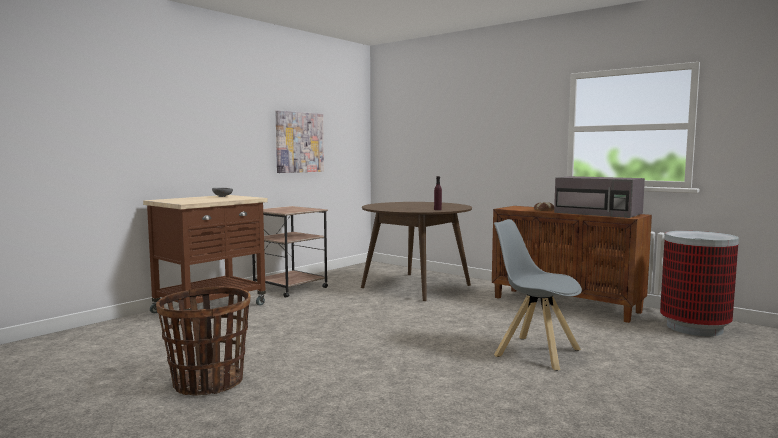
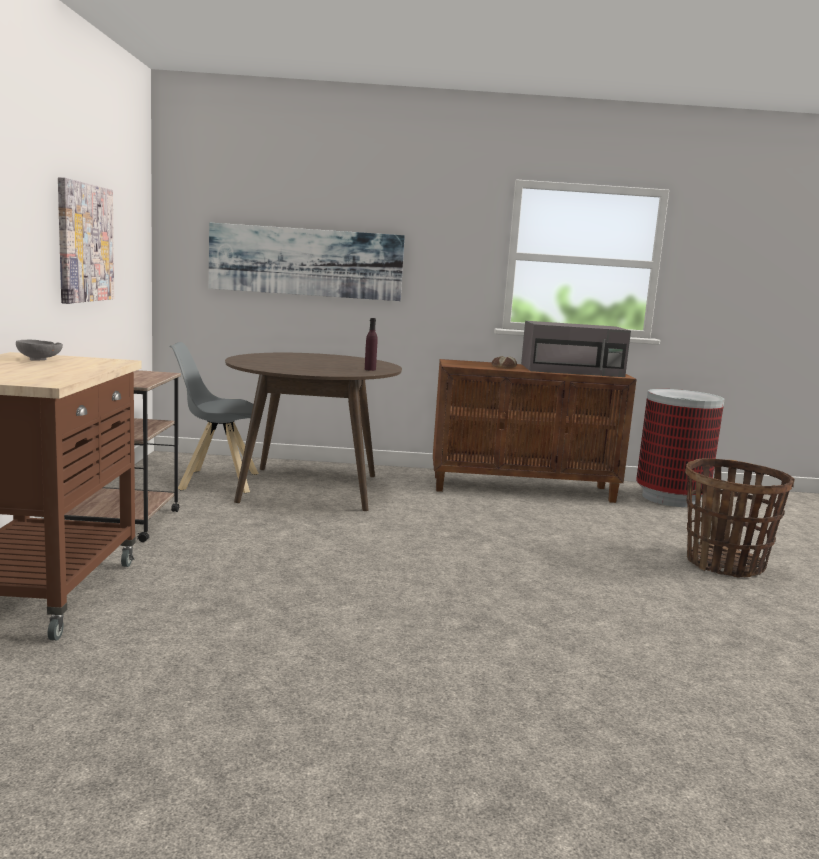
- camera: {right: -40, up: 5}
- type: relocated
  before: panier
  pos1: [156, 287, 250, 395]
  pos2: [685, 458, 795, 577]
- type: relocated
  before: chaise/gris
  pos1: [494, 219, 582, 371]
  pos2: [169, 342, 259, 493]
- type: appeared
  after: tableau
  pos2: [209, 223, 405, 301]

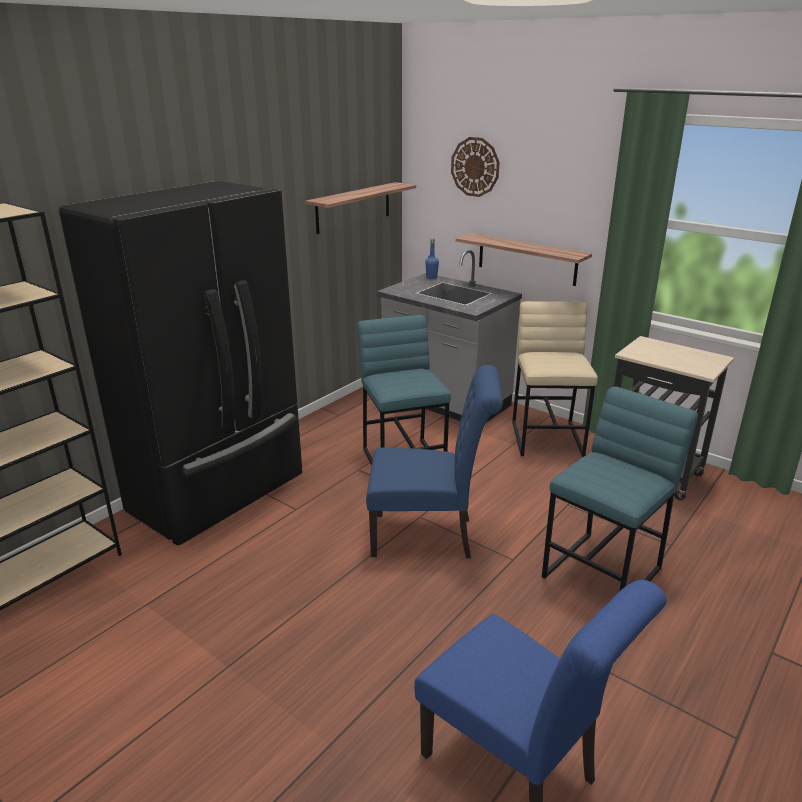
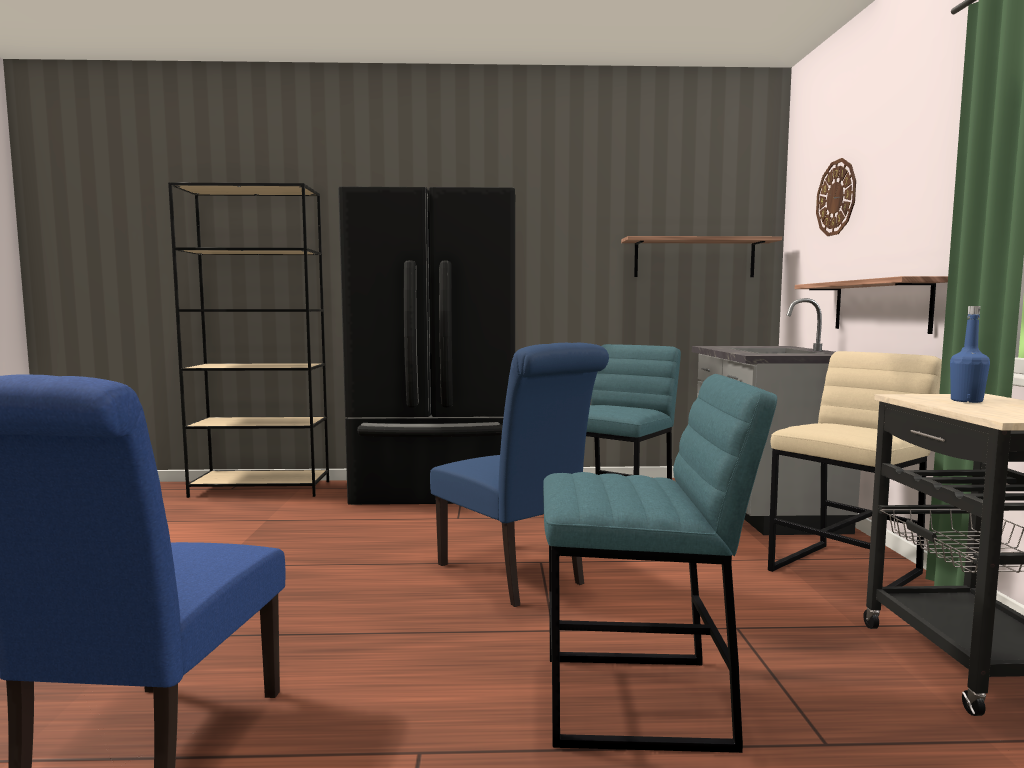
- camera: {right: 50, up: -20}
- type: relocated
  before: bouteille/bleu
  pos1: [425, 238, 439, 279]
  pos2: [950, 306, 990, 403]

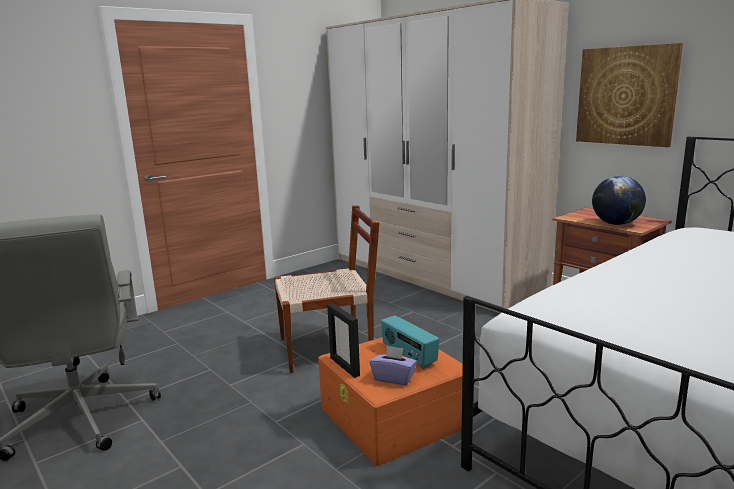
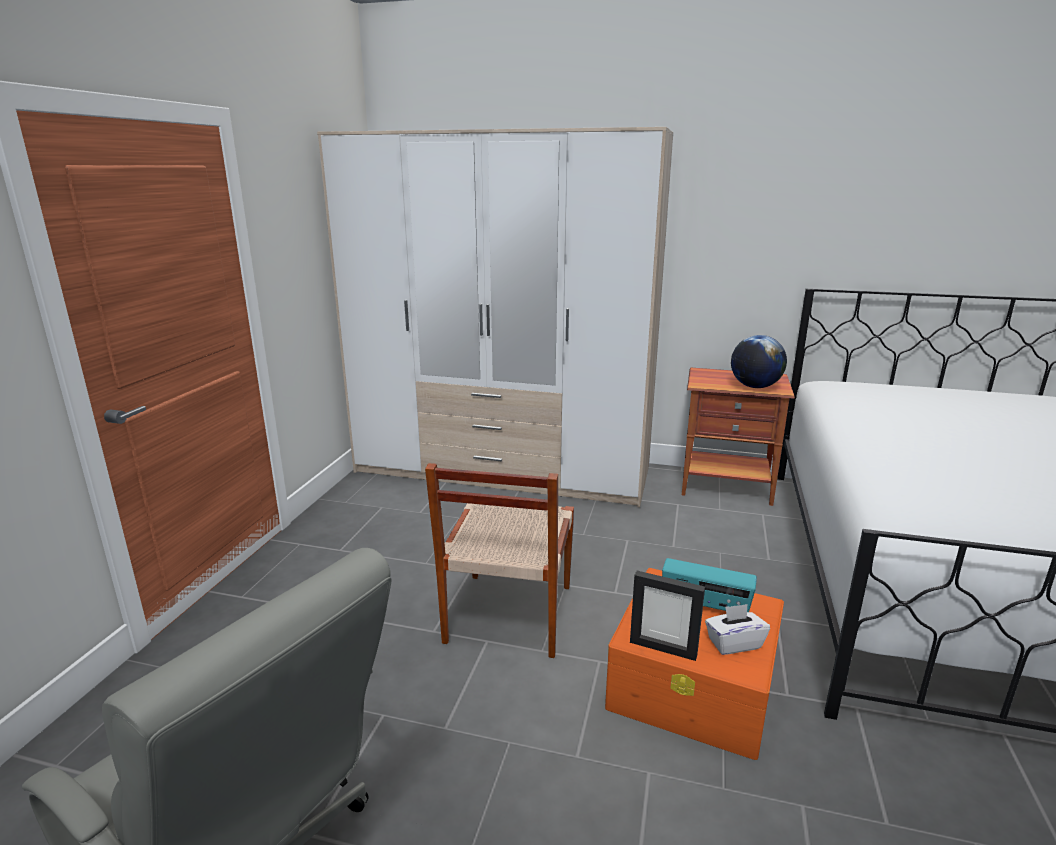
- camera: {right: -35, up: 5}
- type: spun
  before: chaise
  pos1: [274, 205, 379, 373]
  pos2: [425, 463, 574, 658]
  turn: 150
- type: colour
  before: boîte à mouchoirs/violet
  after: boîte à mouchoirs/blanc
  pos1: [370, 346, 417, 385]
  pos2: [705, 604, 770, 655]
- type: missing
  before: tableau
  pos1: [576, 43, 683, 147]

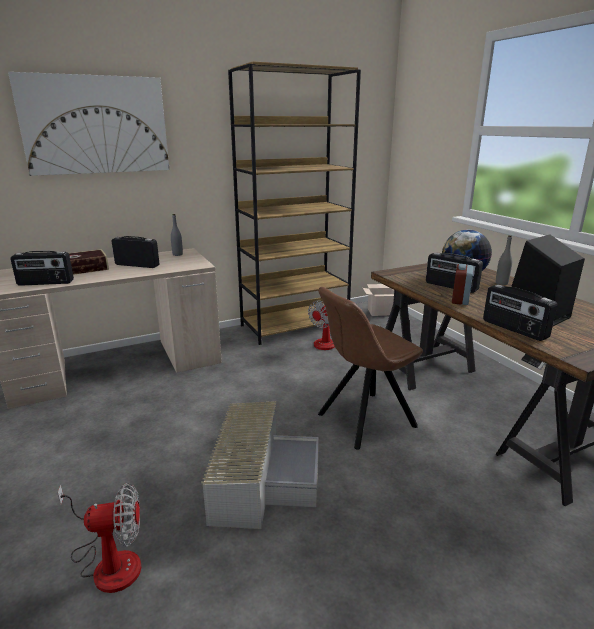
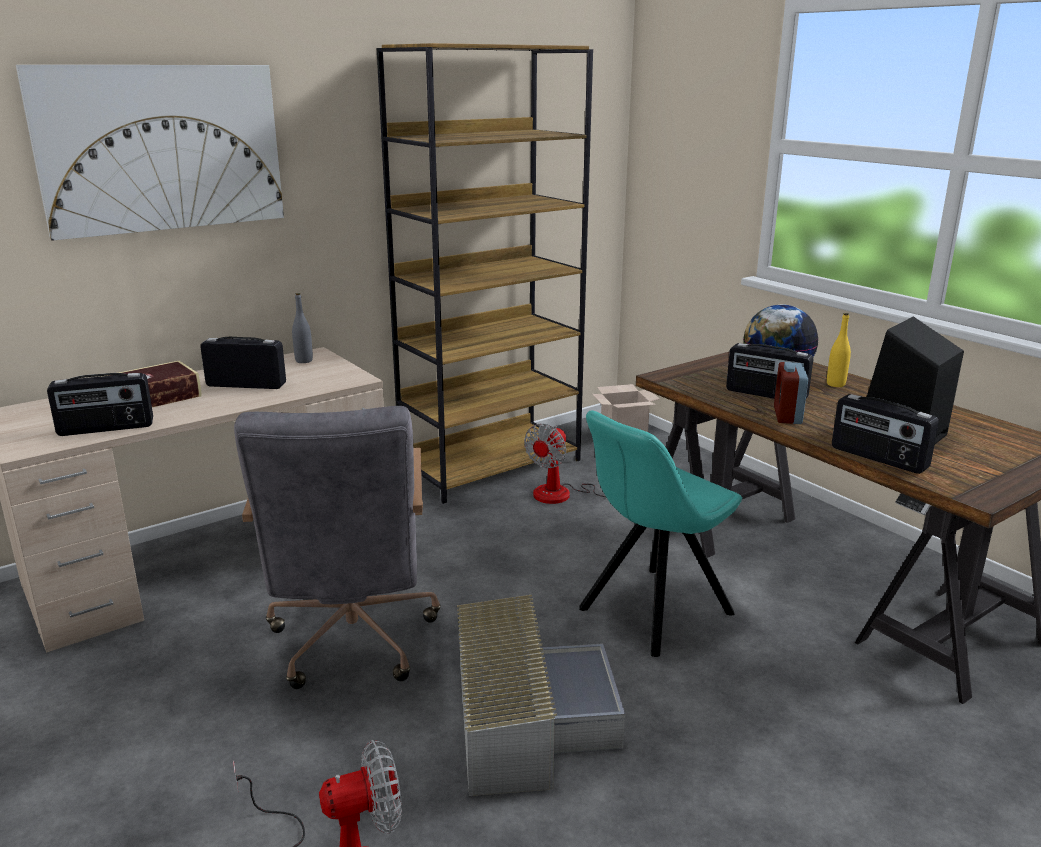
- camera: {right: -10, up: 0}
- type: colour
  before: chaise/marron
  after: chaise/turquoise
  pos1: [318, 287, 423, 450]
  pos2: [579, 411, 742, 657]
- type: colour
  before: bouteille/gris
  after: bouteille/jaune
  pos1: [496, 235, 512, 285]
  pos2: [827, 313, 851, 387]
- type: appeared
  after: chaise de bureau/gris
  pos2: [234, 406, 441, 689]

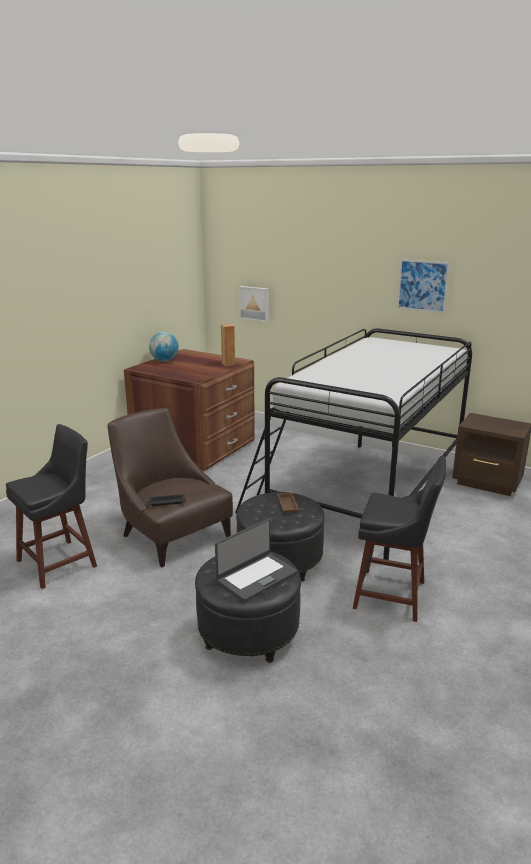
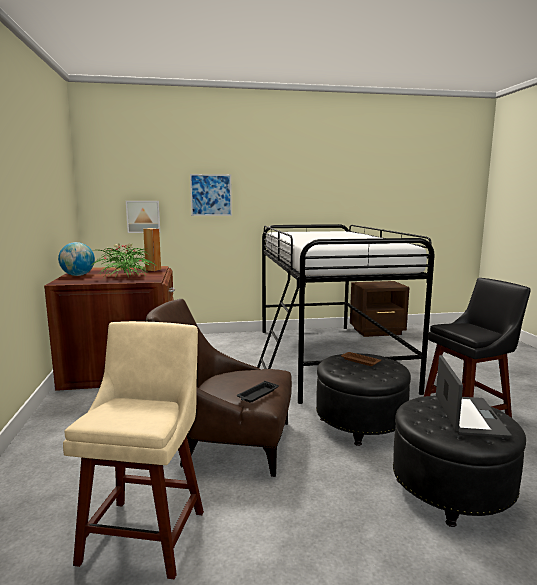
- camera: {right: -40, up: -10}
- type: colour
  before: chaise/noir
  after: chaise/beige
  pos1: [6, 424, 97, 589]
  pos2: [63, 321, 204, 579]
- type: relocated
  before: tableau
  pos1: [397, 259, 450, 313]
  pos2: [190, 174, 232, 216]
- type: appeared
  after: plante en pot
  pos2: [89, 243, 155, 278]

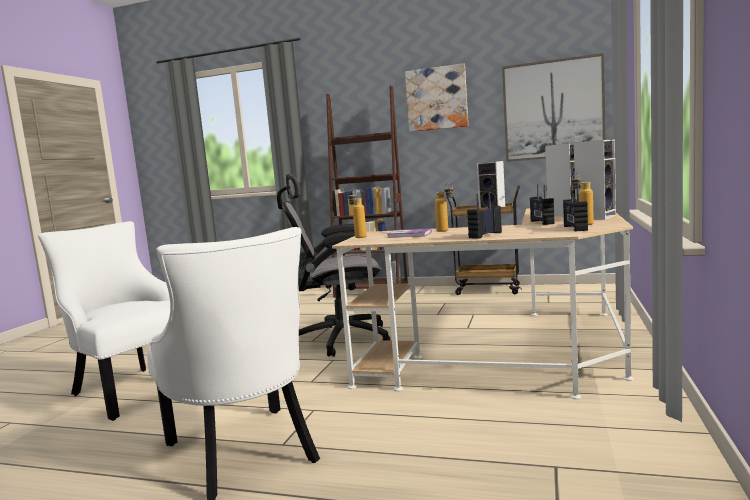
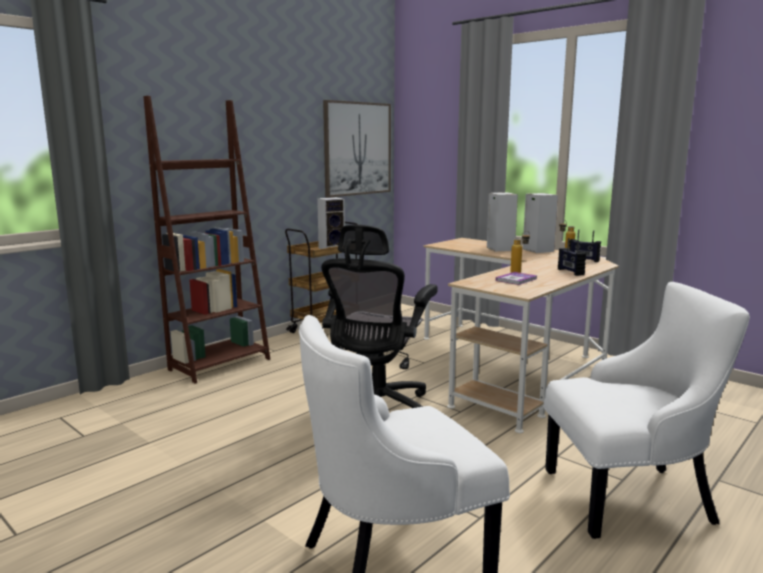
- camera: {right: -65, up: 5}
- type: missing
  before: bouteille
  pos1: [348, 190, 367, 238]
- type: missing
  before: tableau
  pos1: [405, 63, 468, 132]
- type: missing
  before: radio
  pos1: [530, 184, 555, 225]

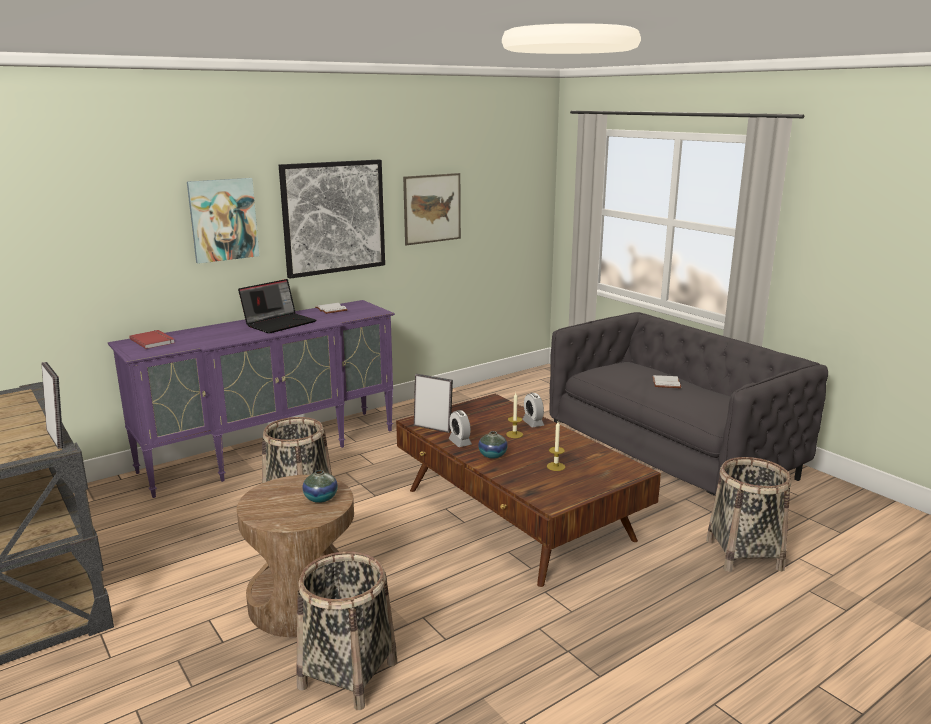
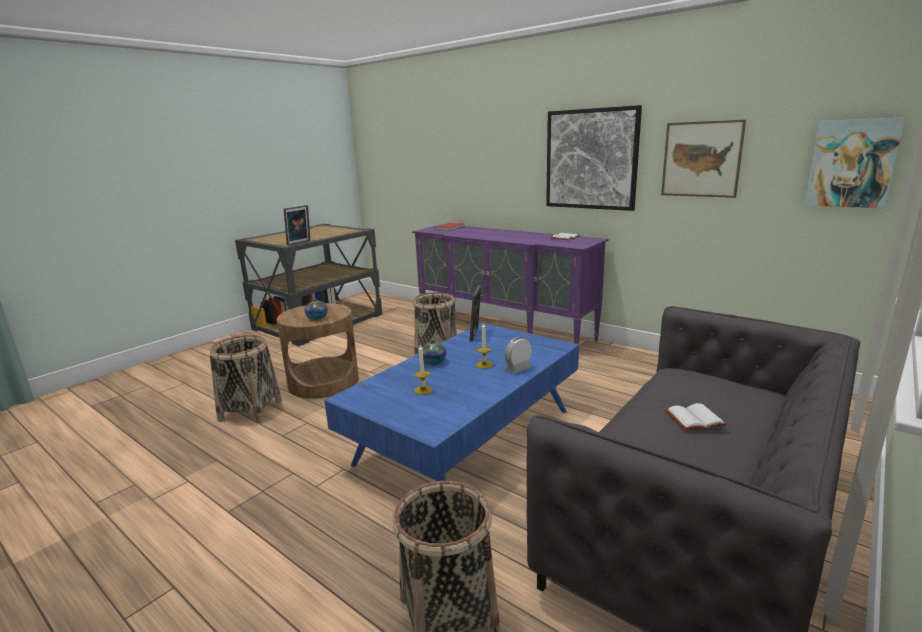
- camera: {right: 75, up: 0}
- type: relocated
  before: tableau
  pos1: [187, 178, 259, 264]
  pos2: [804, 117, 906, 209]
- type: missing
  before: ordinateur portable
  pos1: [238, 279, 316, 334]
- type: colour
  before: table basse/marron
  after: table basse/bleu
  pos1: [396, 394, 661, 587]
  pos2: [324, 323, 579, 481]
- type: missing
  before: réveil
  pos1: [448, 410, 472, 447]

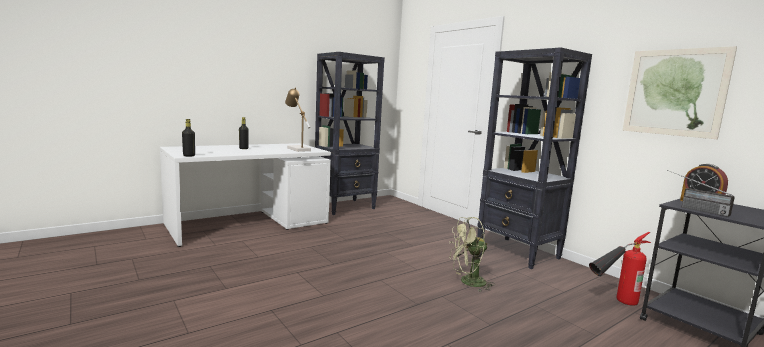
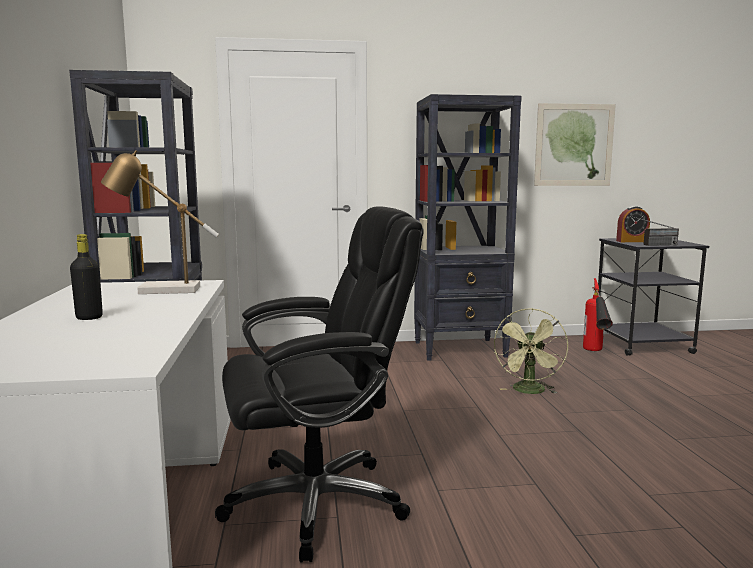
- camera: {right: -60, up: 0}
- type: missing
  before: bouteille/noir
  pos1: [182, 119, 195, 157]
- type: appeared
  after: chaise de bureau/noir
  pos2: [215, 207, 424, 563]

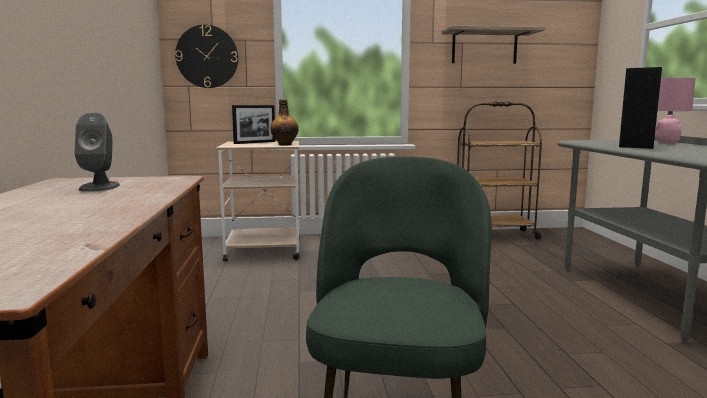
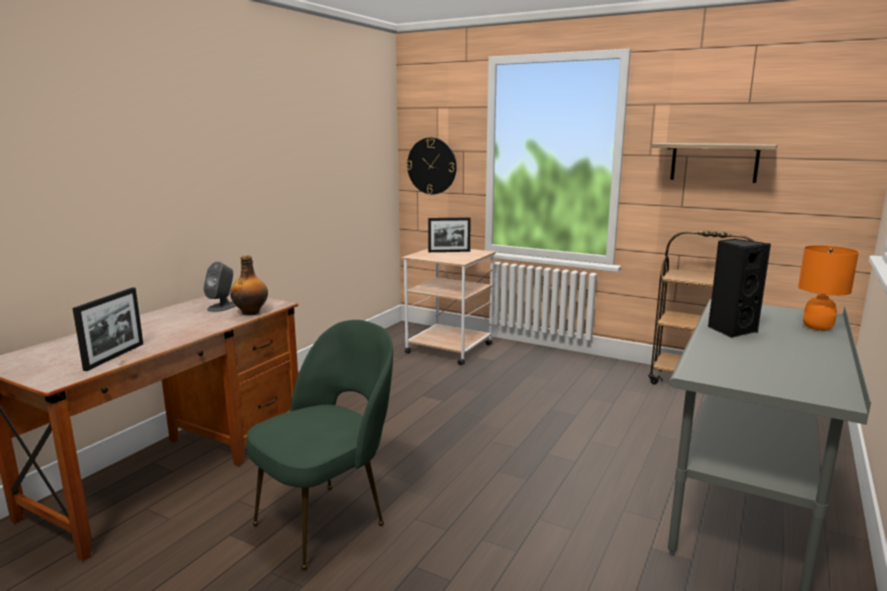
- camera: {right: 35, up: 5}
- type: relocated
  before: bouteille
  pos1: [270, 99, 299, 145]
  pos2: [230, 255, 268, 316]
- type: colour
  before: lampe de table/rose
  after: lampe de table/orange
  pos1: [655, 77, 696, 144]
  pos2: [798, 245, 859, 331]
- type: appeared
  after: cadre photo
  pos2: [73, 288, 143, 371]

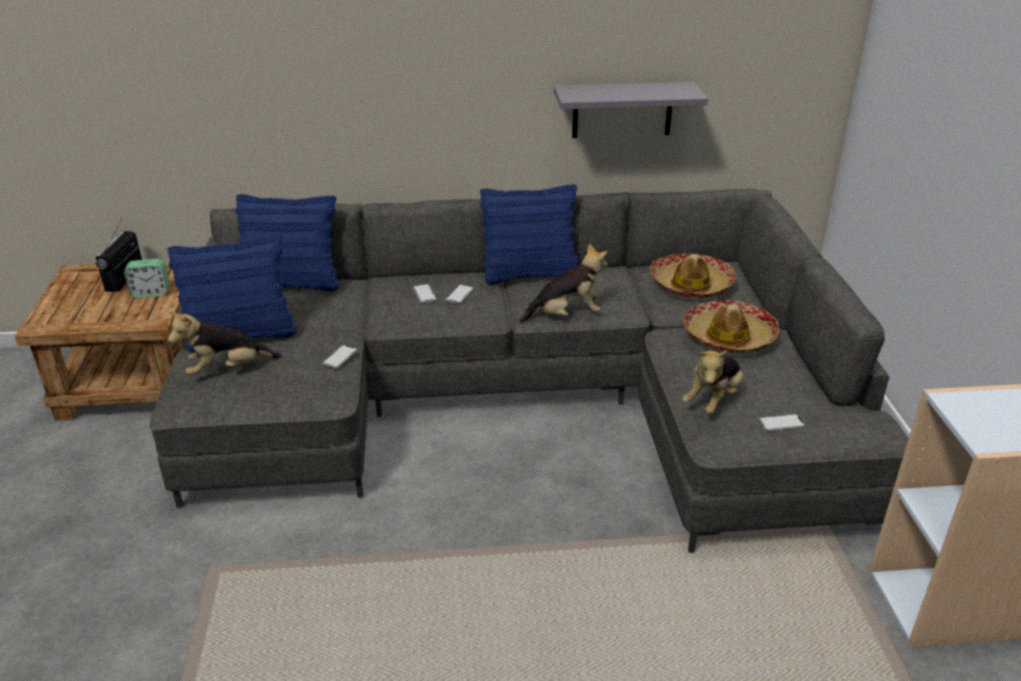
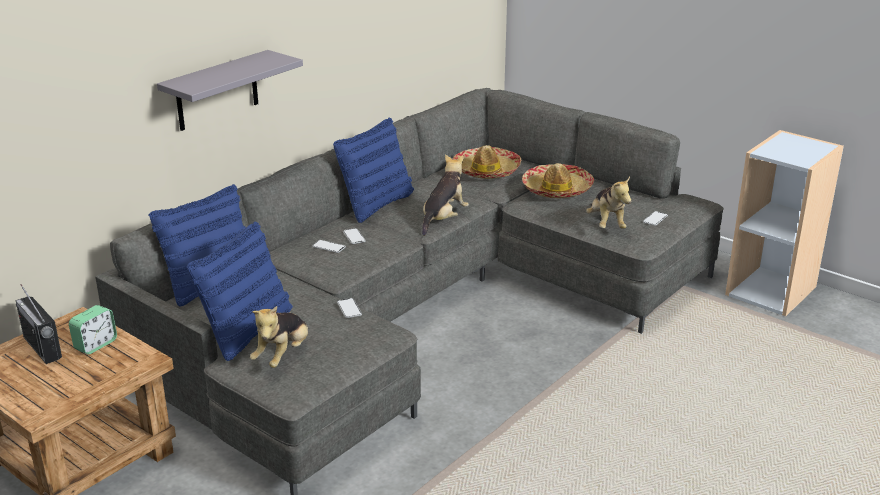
- camera: {right: -45, up: -5}
- type: relocated
  before: étagère/gris
  pos1: [554, 82, 708, 138]
  pos2: [157, 50, 303, 131]

